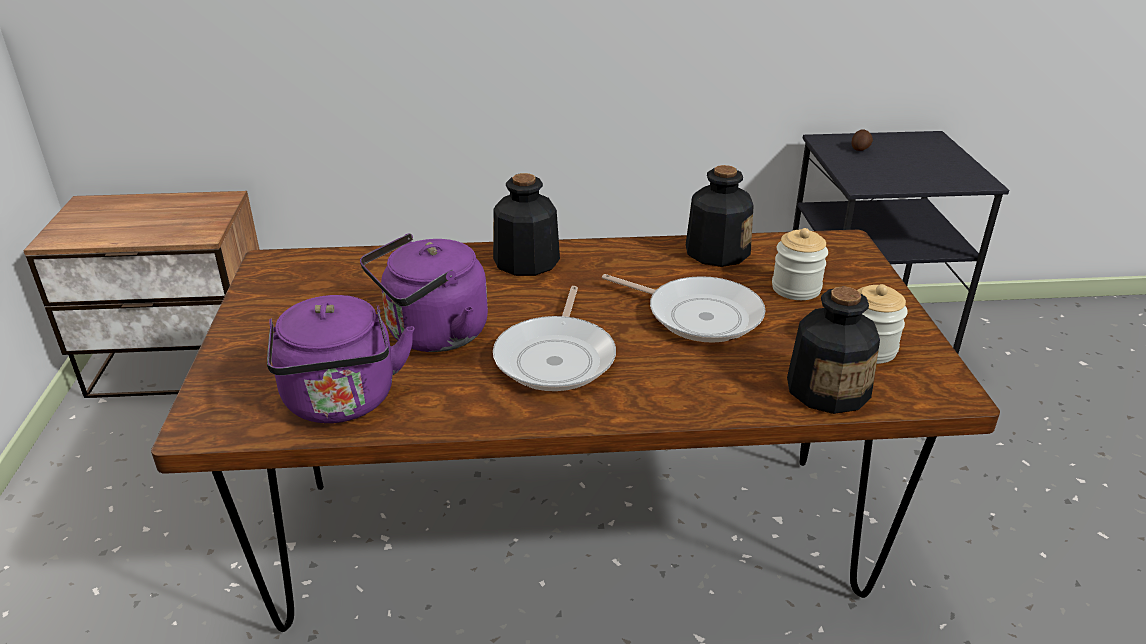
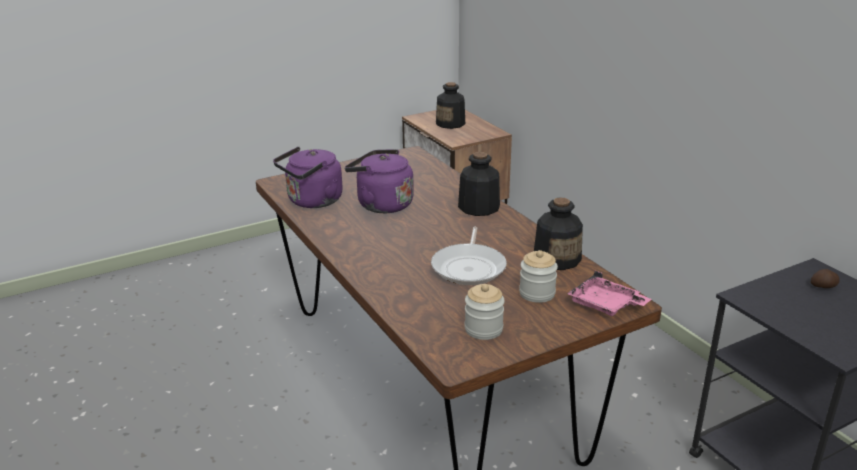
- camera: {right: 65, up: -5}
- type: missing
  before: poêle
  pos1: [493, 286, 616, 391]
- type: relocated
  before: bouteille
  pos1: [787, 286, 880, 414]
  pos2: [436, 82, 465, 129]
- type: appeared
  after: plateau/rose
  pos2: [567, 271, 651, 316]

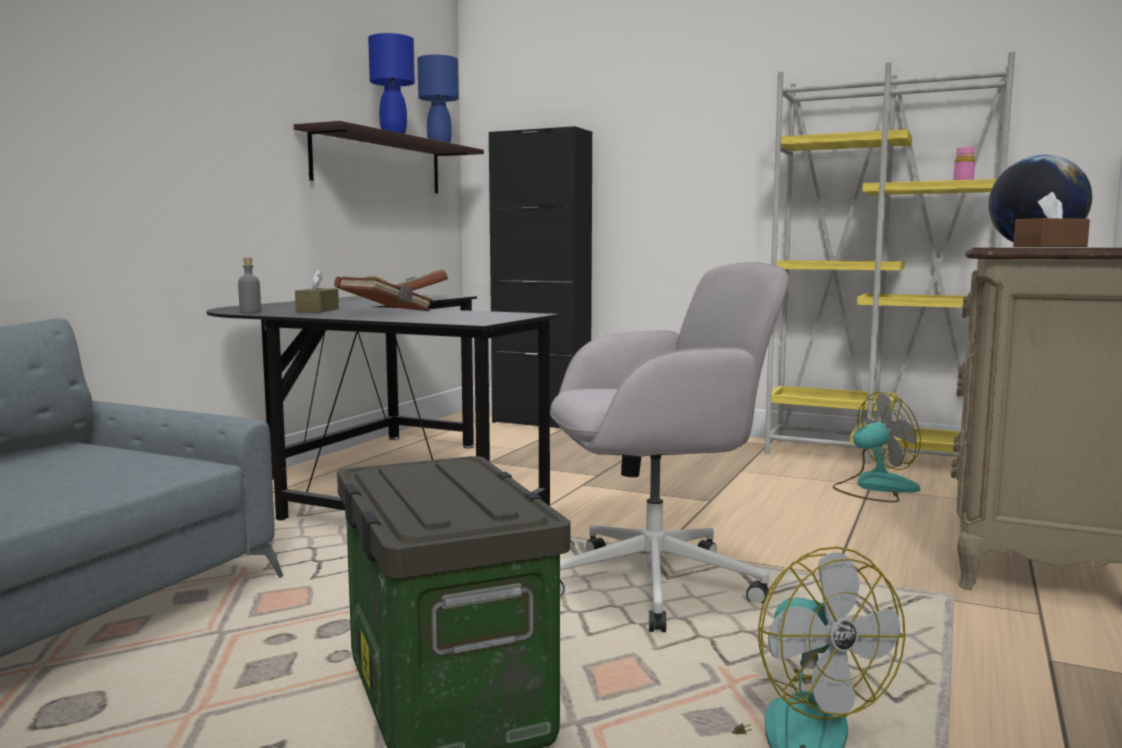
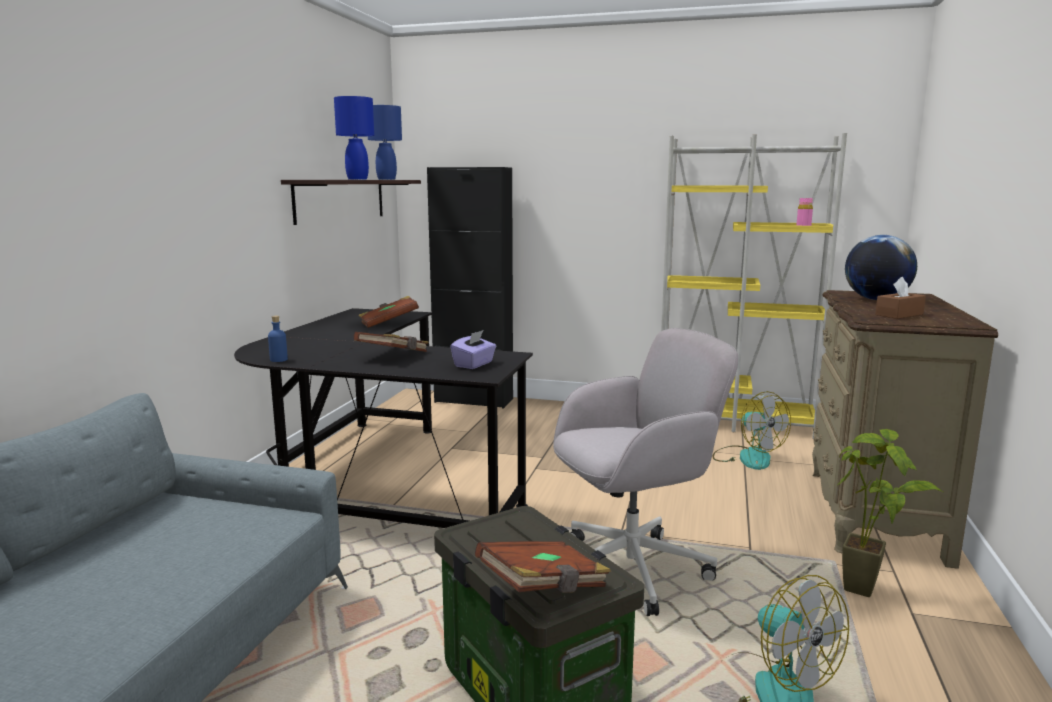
- camera: {right: -10, up: 5}
- type: colour
  before: bouteille/gris
  after: bouteille/bleu
  pos1: [238, 258, 261, 313]
  pos2: [268, 315, 288, 362]
- type: missing
  before: boîte à mouchoirs/marron
  pos1: [295, 269, 339, 313]
- type: spun
  before: ventilateur
  pos1: [832, 392, 921, 502]
  pos2: [712, 391, 791, 470]
  turn: 90
- type: appeared
  after: boîte à mouchoirs/violet
  pos2: [450, 330, 496, 369]
- type: appeared
  after: livre/marron
  pos2: [475, 541, 611, 593]
- type: appeared
  after: plante en pot
  pos2: [838, 429, 943, 597]

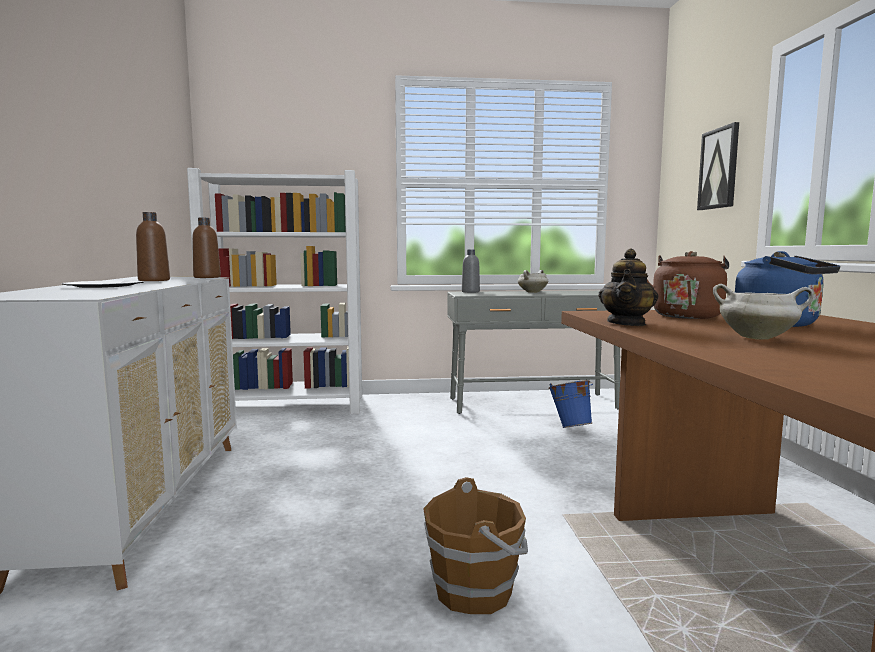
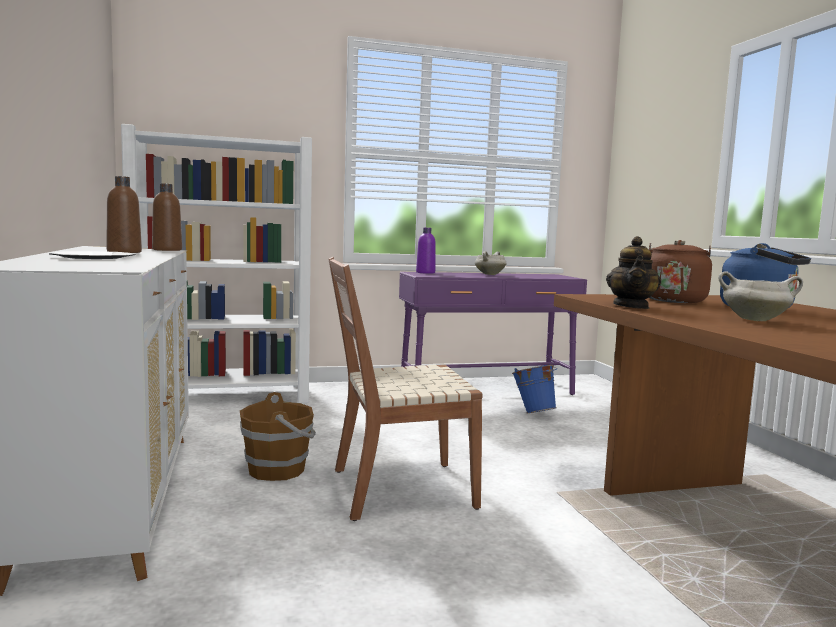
- camera: {right: -10, up: 0}
- type: relocated
  before: seau/marron
  pos1: [423, 477, 528, 614]
  pos2: [240, 392, 316, 481]
- type: colour
  before: table console/gris
  after: table console/violet
  pos1: [447, 291, 621, 414]
  pos2: [399, 272, 587, 395]
- type: colour
  before: bouteille/gris
  after: bouteille/violet
  pos1: [462, 249, 480, 293]
  pos2: [416, 228, 436, 274]
- type: missing
  before: tableau
  pos1: [697, 122, 739, 210]
- type: appeared
  after: chaise
  pos2: [329, 257, 482, 521]

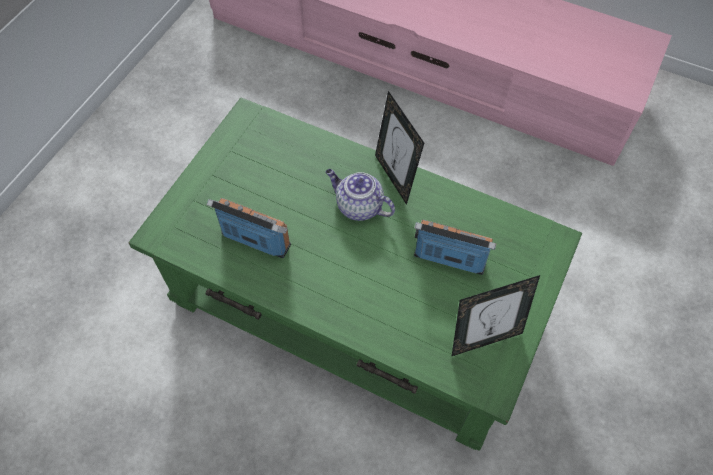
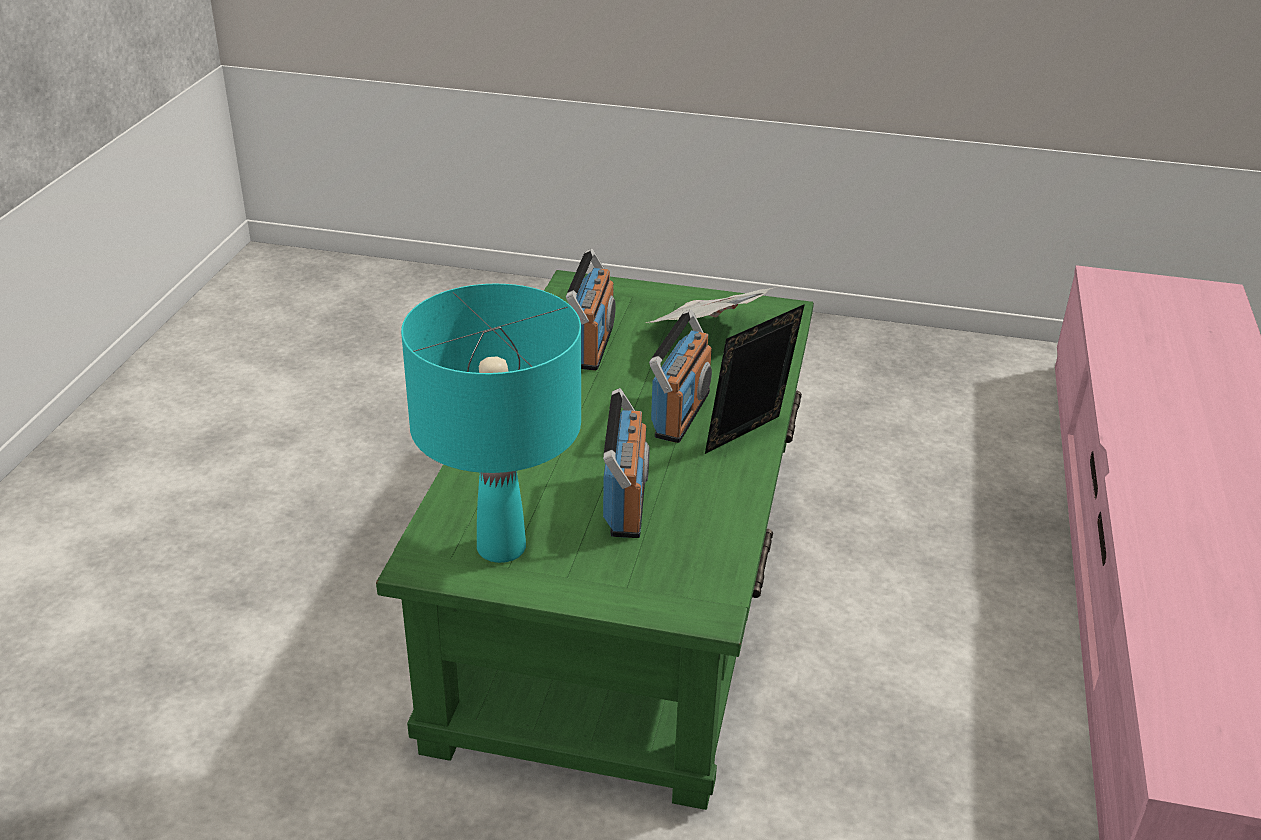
- camera: {right: 75, up: -25}
- type: exchanged
  before: théière
  after: radio
  pos1: [326, 169, 395, 221]
  pos2: [649, 310, 712, 443]
- type: exchanged
  before: cadre photo
  after: lampe de table/turquoise
  pos1: [452, 275, 540, 356]
  pos2: [401, 284, 581, 563]
- type: appeared
  after: journal
  pos2: [646, 287, 777, 323]

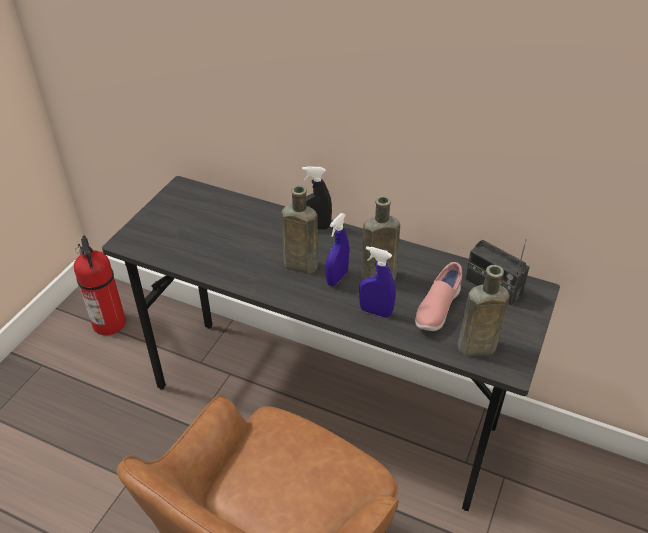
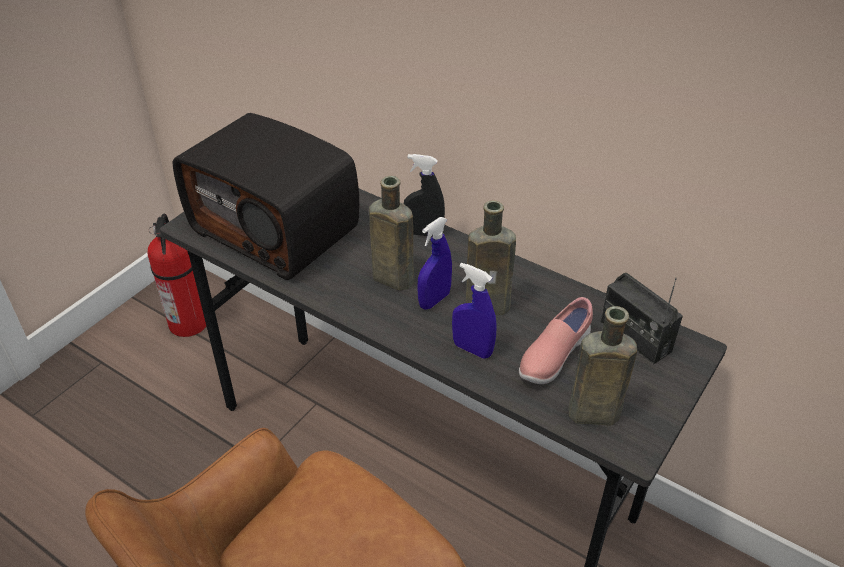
- camera: {right: 10, up: 0}
- type: appeared
  after: radio
  pos2: [172, 113, 359, 280]

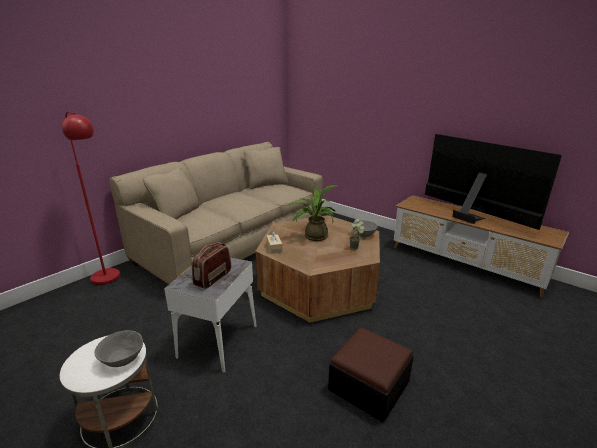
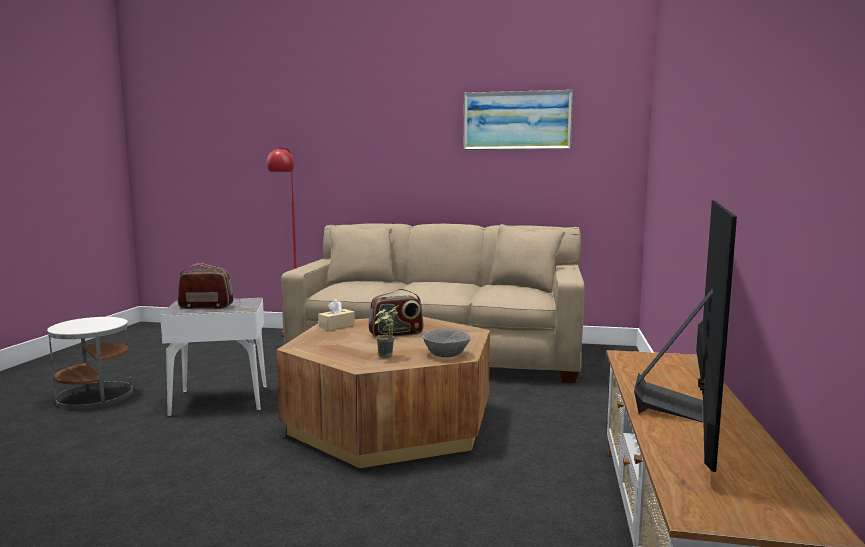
- camera: {right: 60, up: -15}
- type: missing
  before: bol/gris
  pos1: [94, 330, 143, 367]
- type: exchanged
  before: plante en pot
  after: radio
  pos1: [286, 185, 339, 241]
  pos2: [369, 289, 423, 337]
- type: missing
  before: pouf
  pos1: [328, 327, 413, 422]
- type: appeared
  after: tableau
  pos2: [463, 90, 573, 150]

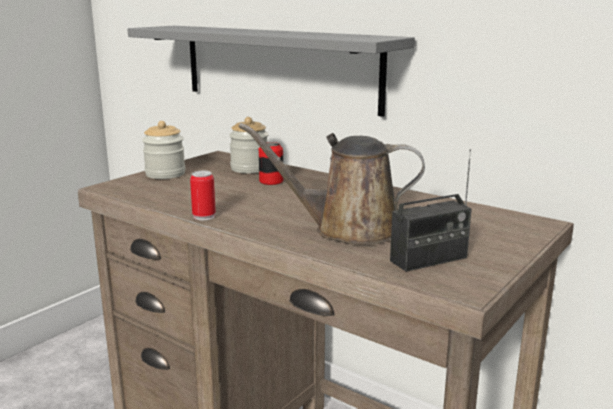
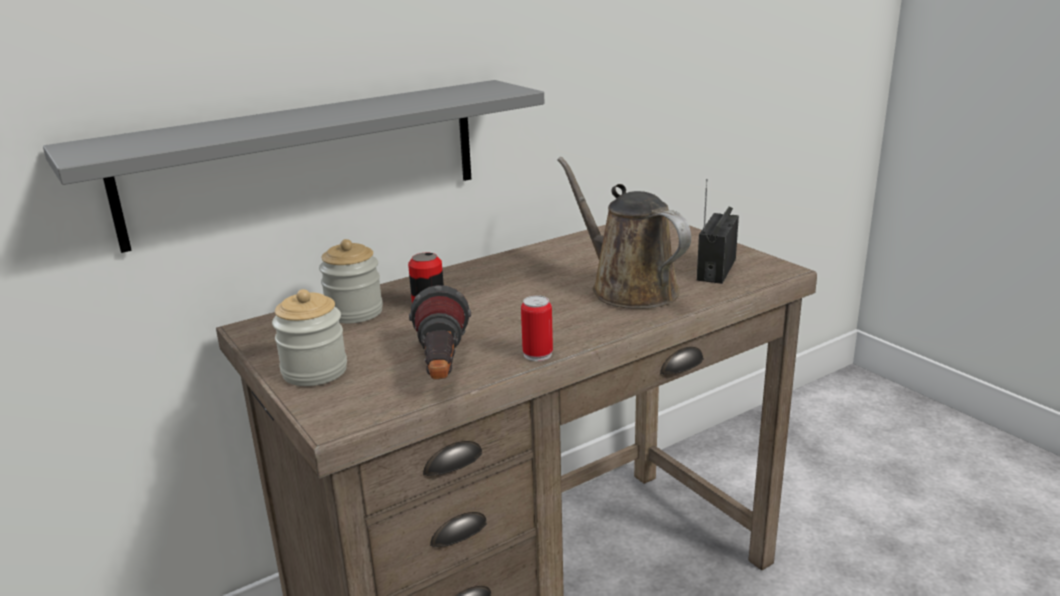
- camera: {right: -70, up: 5}
- type: spun
  before: arrosoir/marron
  pos1: [238, 123, 425, 245]
  pos2: [557, 157, 691, 309]
  turn: 120
- type: spun
  before: radio
  pos1: [390, 149, 472, 272]
  pos2: [697, 179, 739, 284]
  turn: -150
- type: appeared
  after: lampe de poche
  pos2: [409, 285, 471, 379]

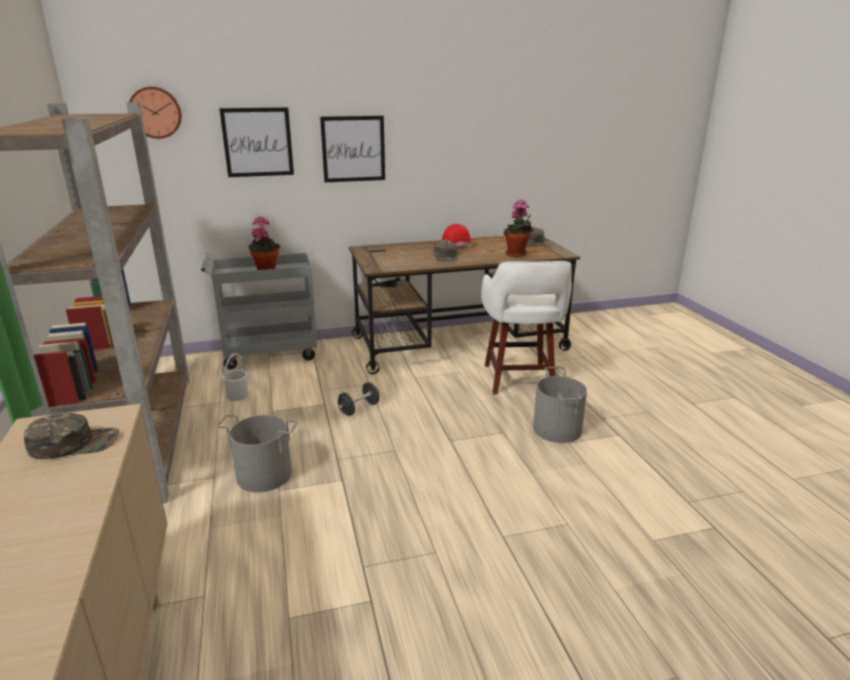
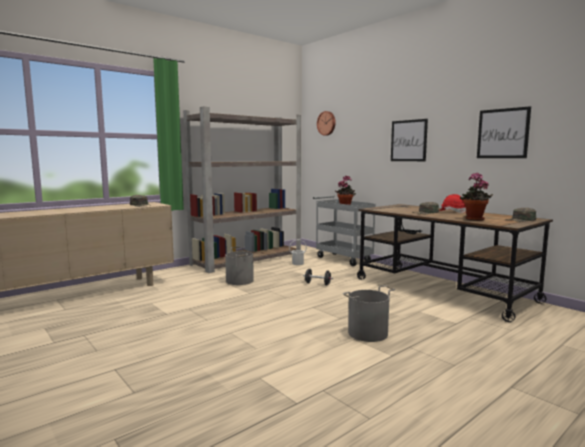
- camera: {right: 65, up: -15}
- type: relocated
  before: tableau
  pos1: [219, 107, 294, 177]
  pos2: [477, 106, 531, 158]
- type: missing
  before: tabouret/blanc
  pos1: [481, 261, 572, 394]

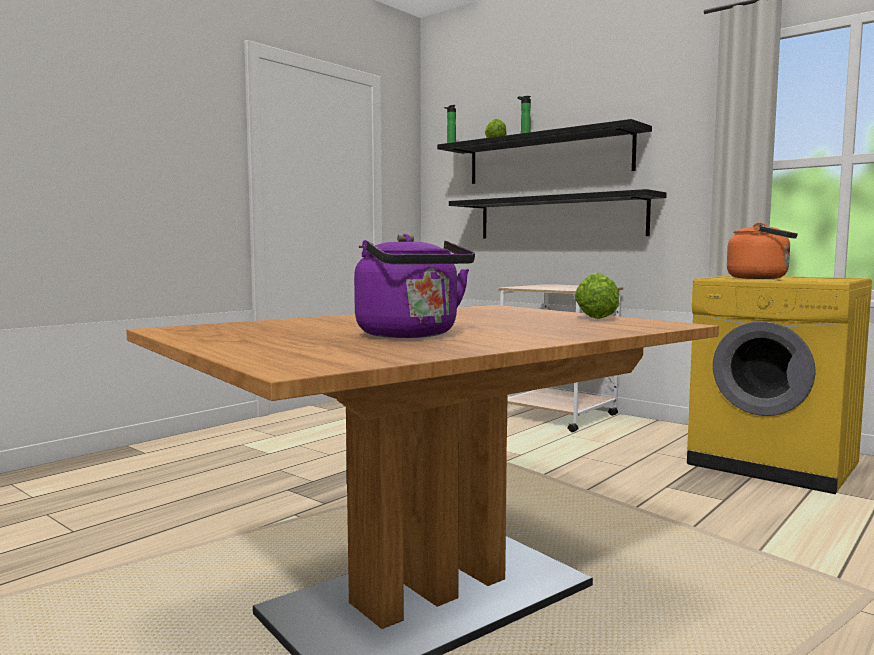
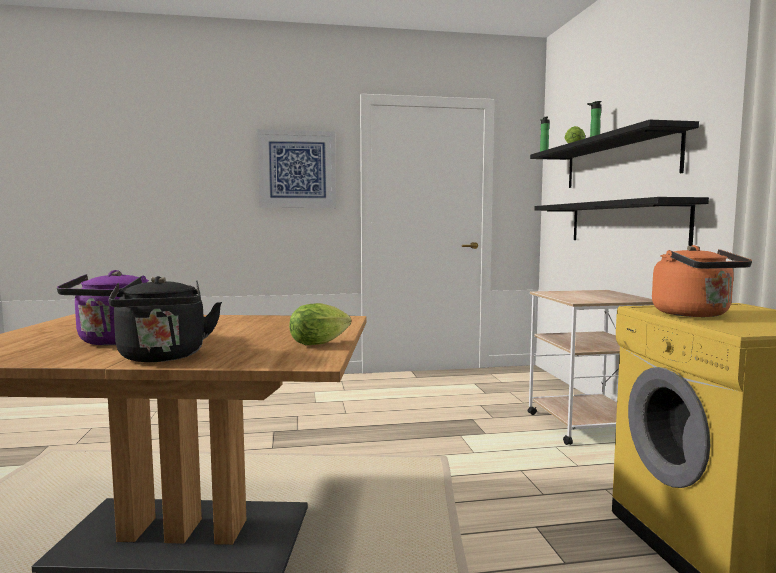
- camera: {right: 40, up: 0}
- type: appeared
  after: bouilloire/noir
  pos2: [109, 276, 222, 362]
- type: appeared
  after: tableau
  pos2: [258, 129, 336, 208]

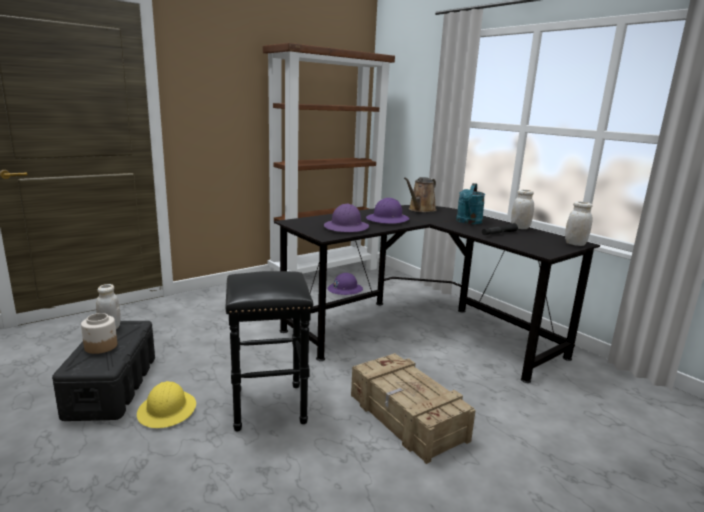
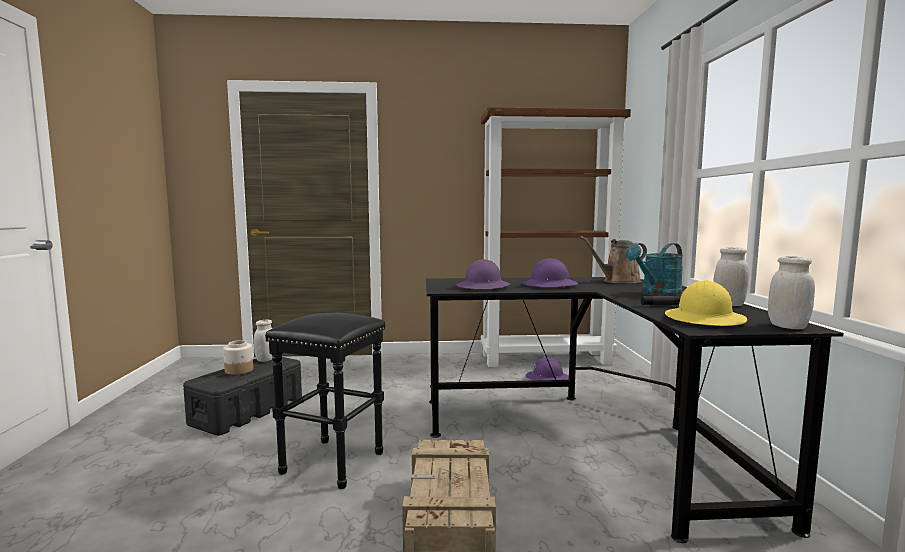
- camera: {right: 35, up: -10}
- type: relocated
  before: casque de chantier/jaune
  pos1: [137, 381, 196, 428]
  pos2: [665, 280, 747, 326]

